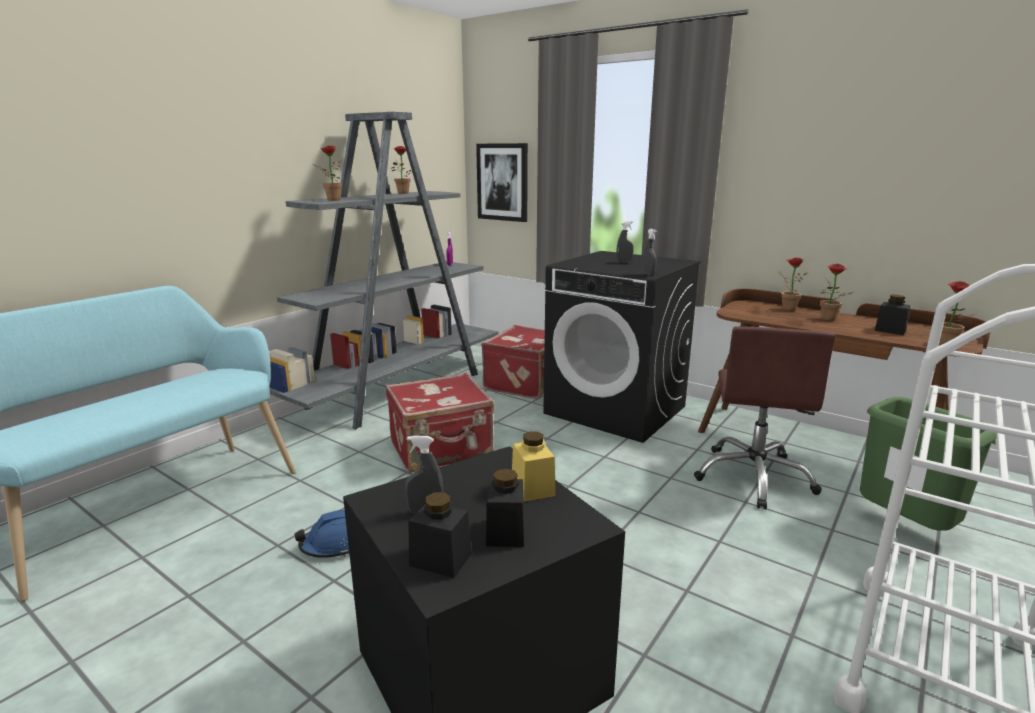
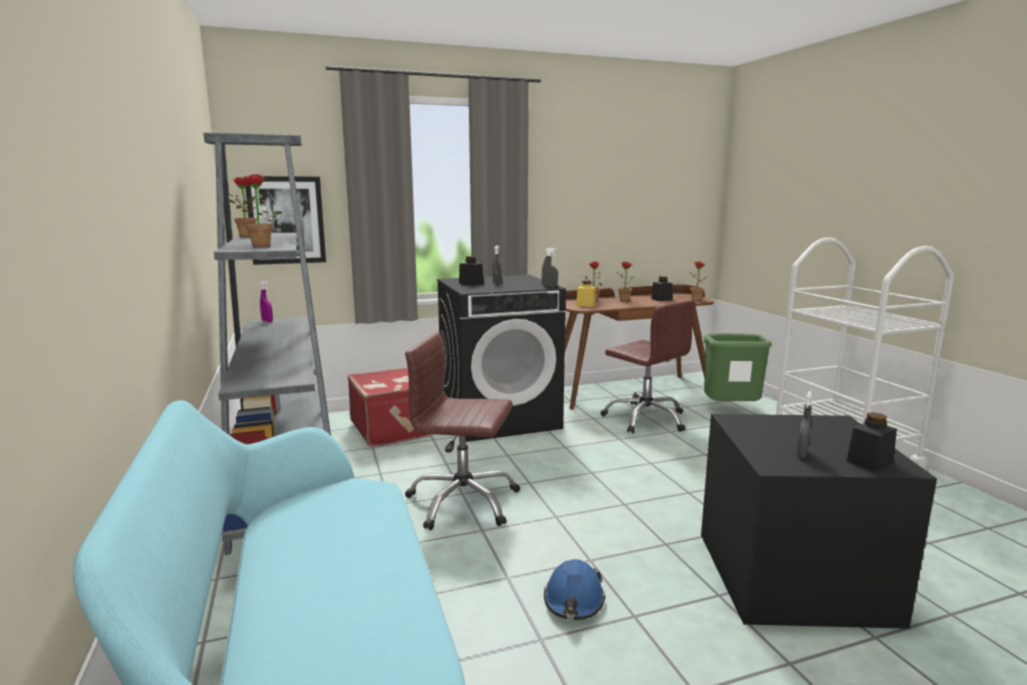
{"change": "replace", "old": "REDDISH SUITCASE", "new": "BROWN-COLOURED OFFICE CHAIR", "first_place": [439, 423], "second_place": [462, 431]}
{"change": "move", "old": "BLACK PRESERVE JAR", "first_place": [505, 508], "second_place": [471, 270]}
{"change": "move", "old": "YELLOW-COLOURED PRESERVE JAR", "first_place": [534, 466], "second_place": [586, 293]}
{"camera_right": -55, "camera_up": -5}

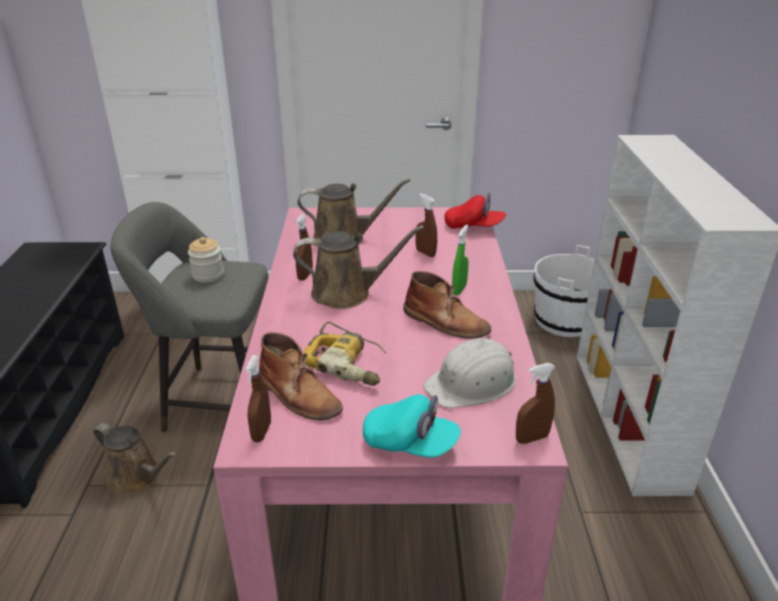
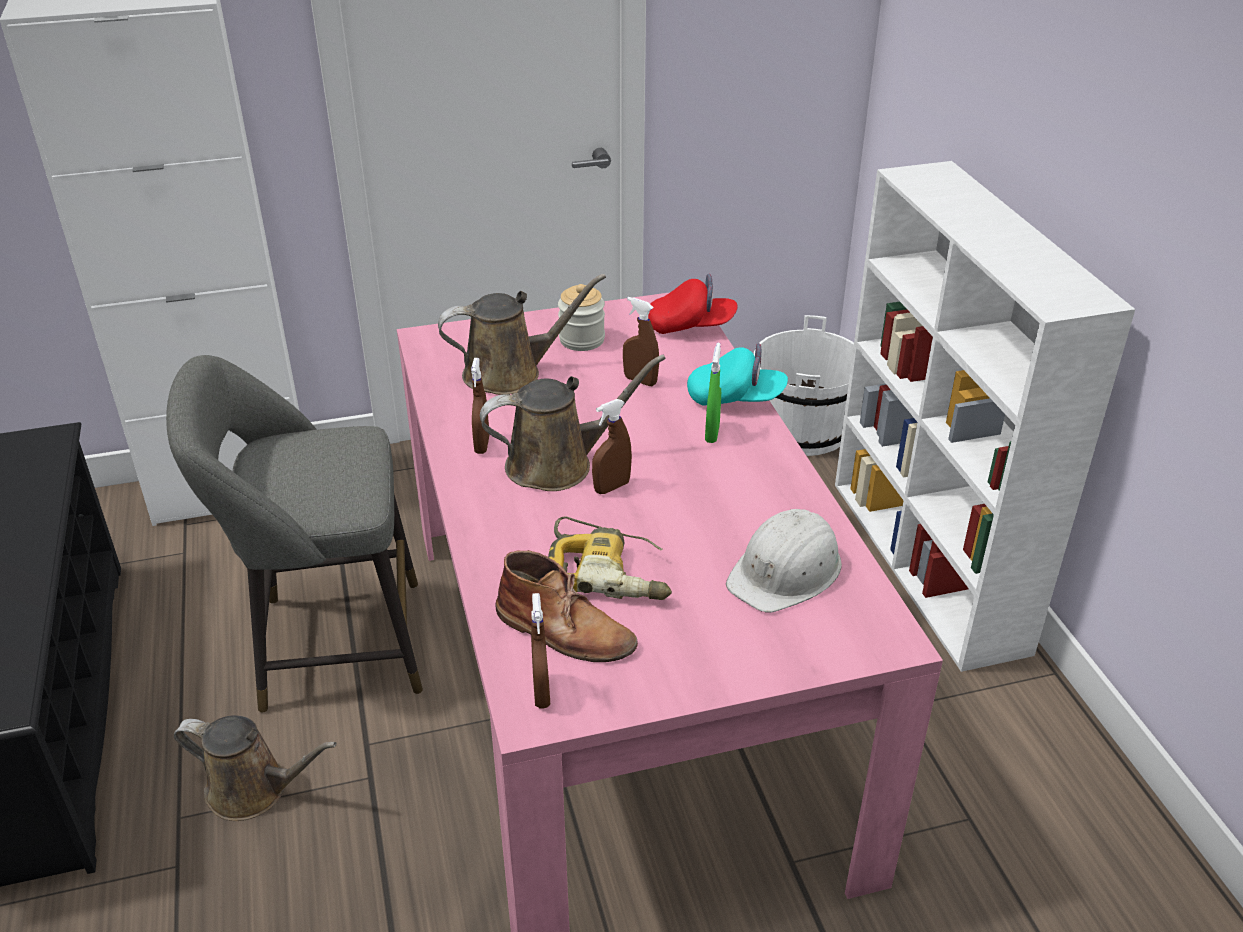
{"change": "move", "old": "PRESERVE JAR", "first_place": [206, 260], "second_place": [581, 317]}
{"change": "move", "old": "BROWN-COLOURED SPRAYER", "first_place": [535, 403], "second_place": [612, 446]}
{"change": "move", "old": "BLUE-GREEN BASEBALL CAP", "first_place": [412, 425], "second_place": [737, 374]}
{"change": "delete", "old": "BROWN-COLOURED TALL BOOT", "first_place": [447, 305]}
{"camera_right": -15, "camera_up": 5}

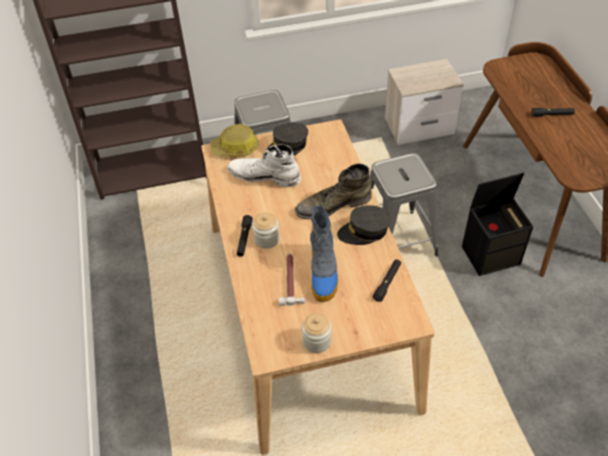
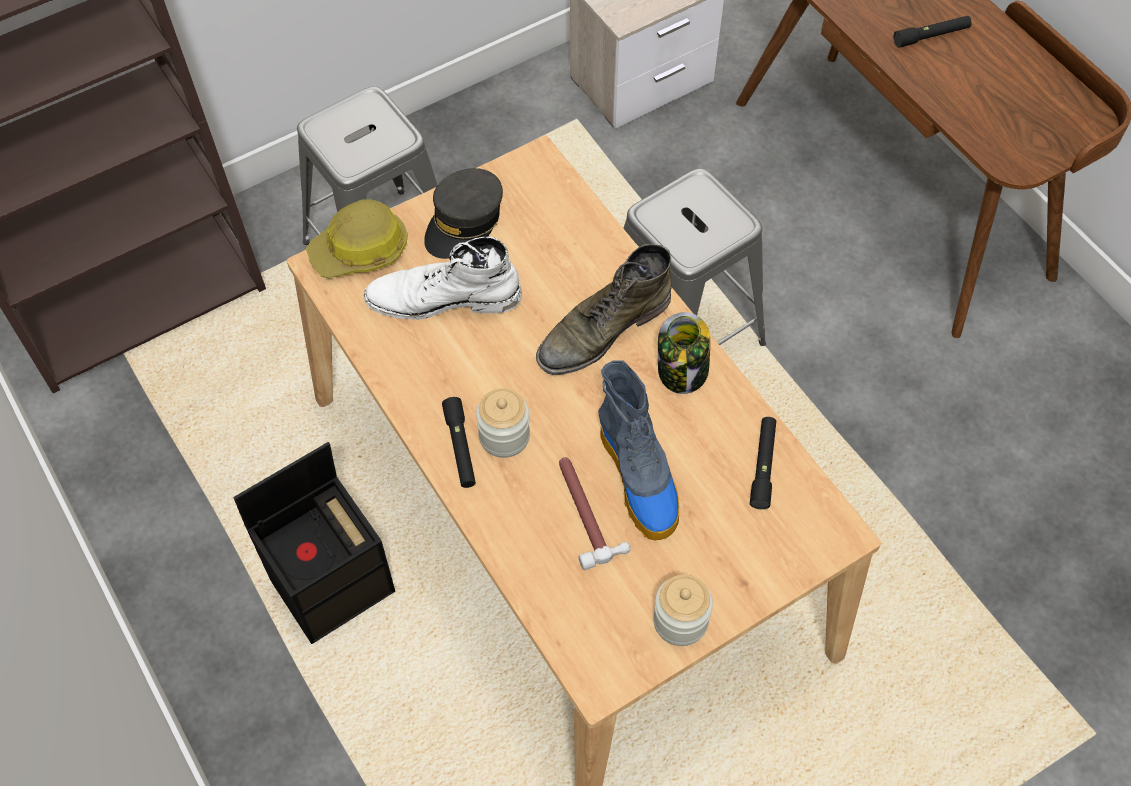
{"change": "move", "old": "BLACK STORAGE CONTAINER", "first_place": [497, 224], "second_place": [314, 543]}
{"change": "replace", "old": "GREYISH BASEBALL CAP", "new": "PRESERVE JAR", "first_place": [364, 225], "second_place": [684, 353]}
{"camera_right": -20, "camera_up": 10}

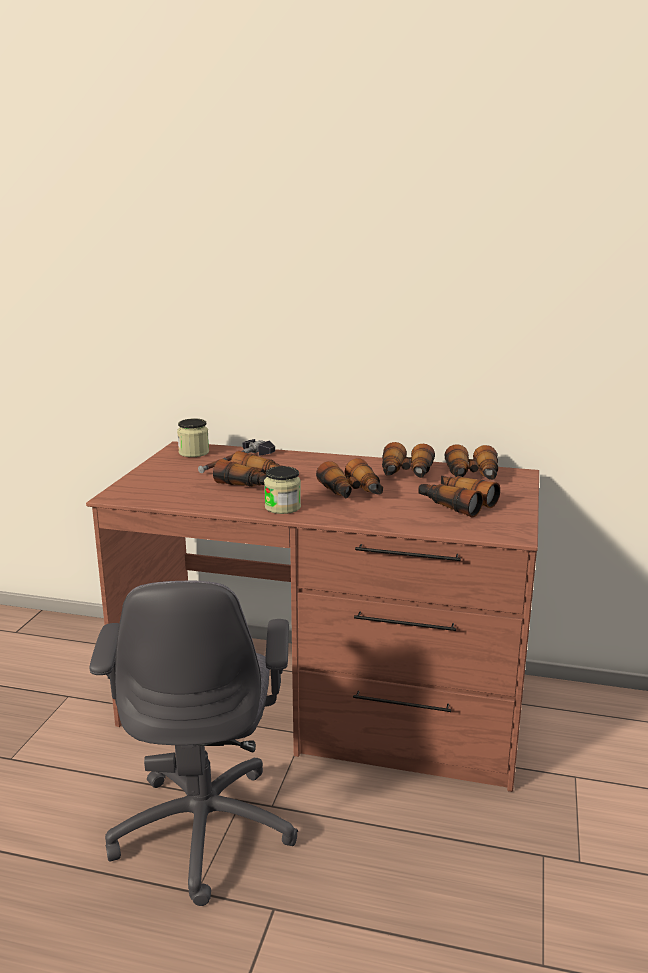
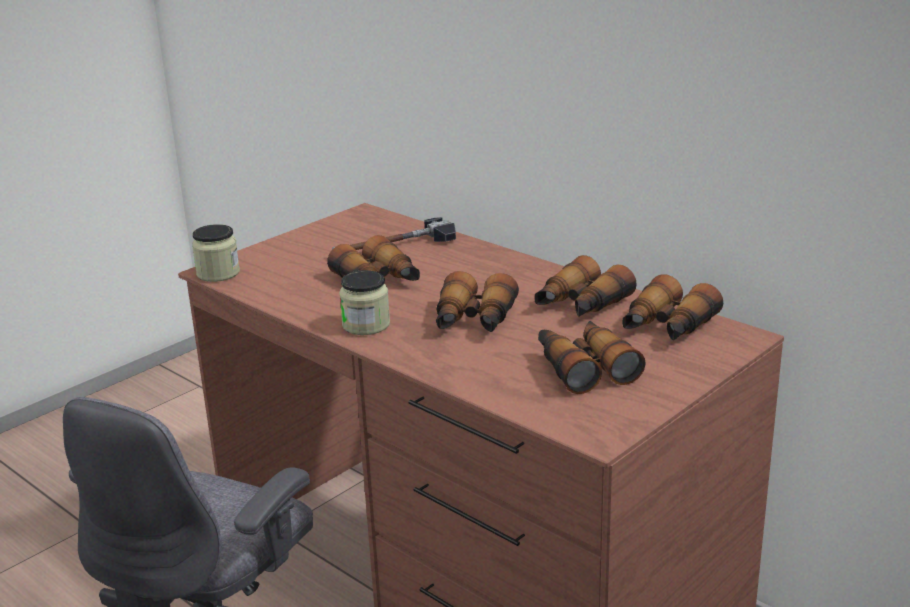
{"change": "move", "old": "PRESERVE JAR", "first_place": [193, 437], "second_place": [216, 253]}
{"camera_right": 30, "camera_up": 5}

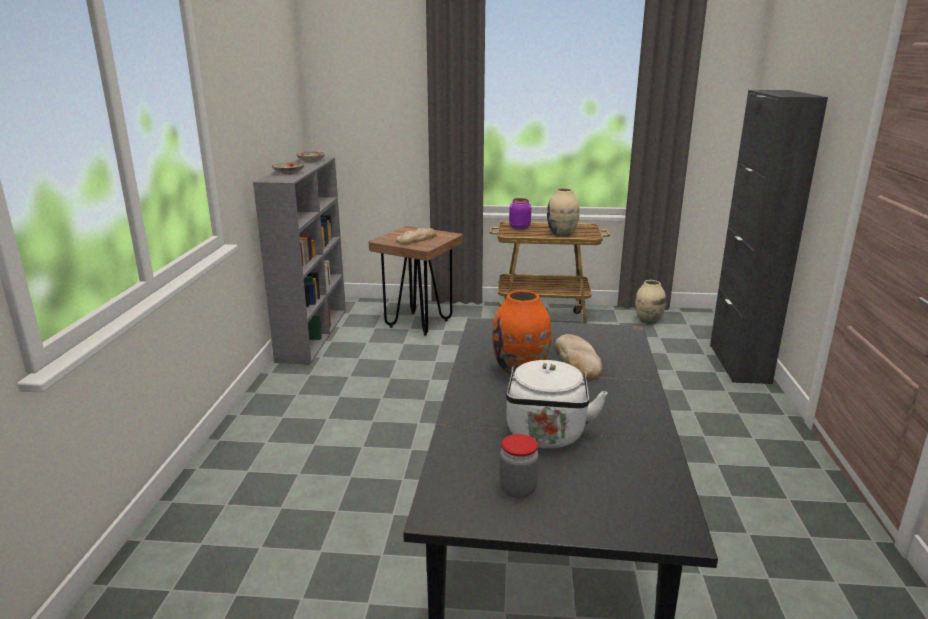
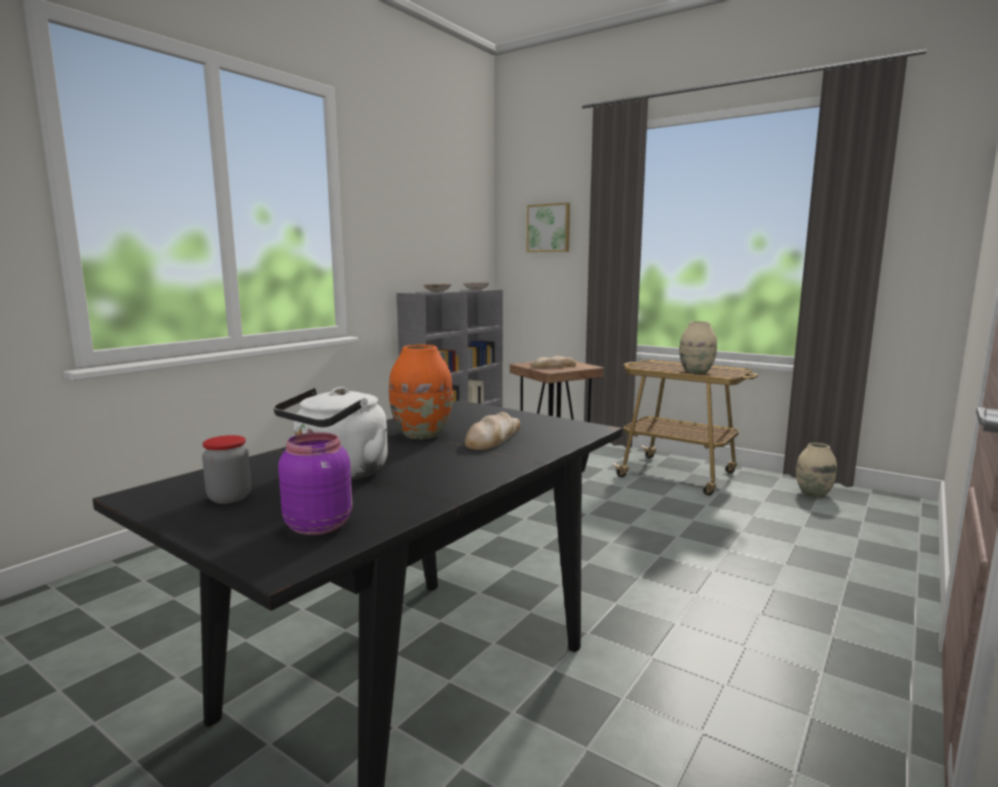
{"change": "move", "old": "PURPLE-COLOURED PRESERVE JAR", "first_place": [520, 214], "second_place": [315, 483]}
{"change": "insert", "new": "WALL ART", "second_place": [548, 227]}
{"change": "delete", "old": "BLACK CABINET", "first_place": [769, 237]}
{"camera_right": 30, "camera_up": -10}

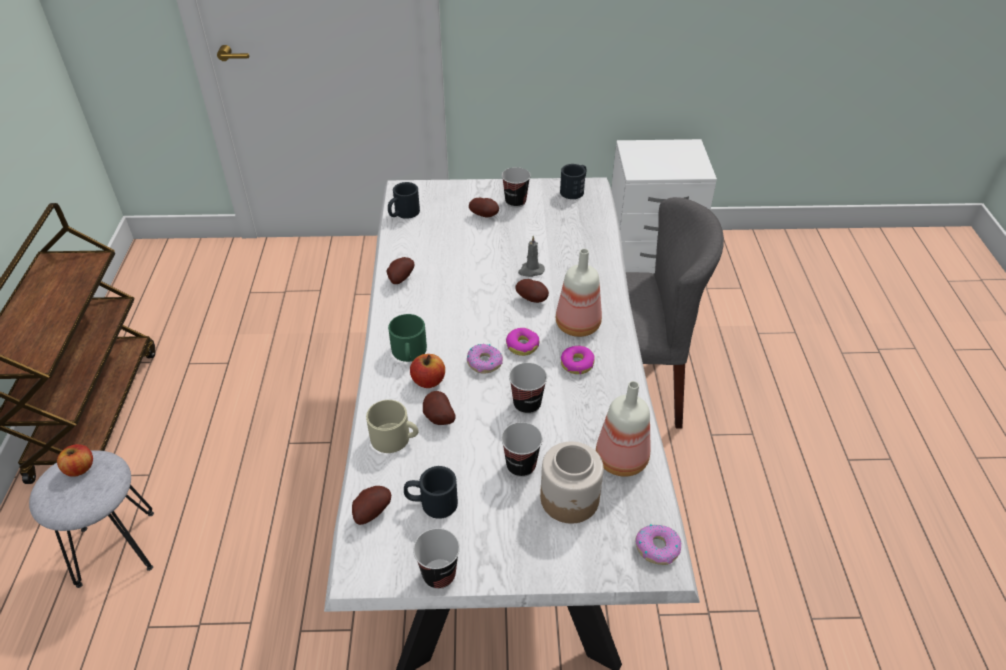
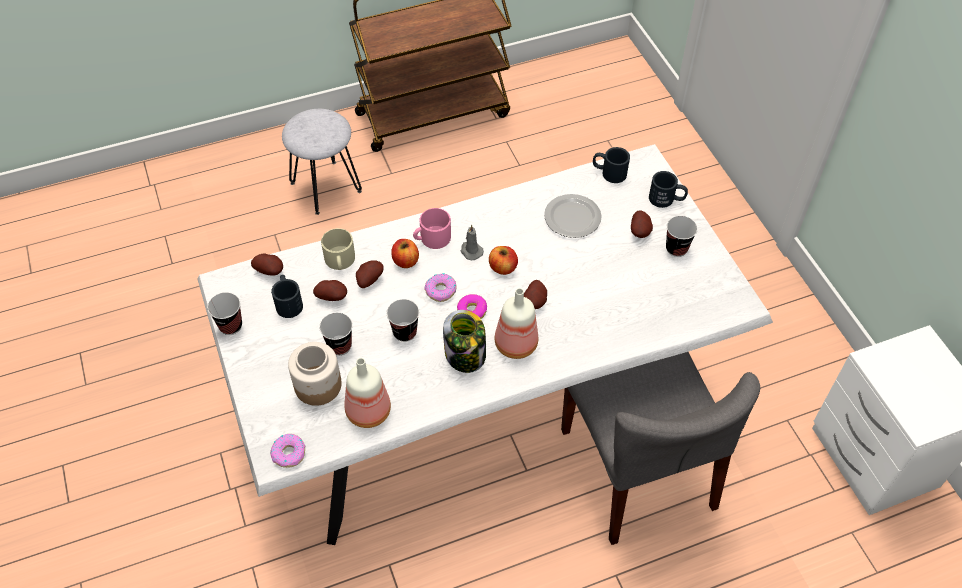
{"change": "move", "old": "SPUD", "first_place": [401, 270], "second_place": [330, 290]}
{"change": "recolor", "old": "GREEN MUG", "new": "PINKISH MUG", "first_place": [407, 338], "second_place": [432, 228]}
{"change": "replace", "old": "DOUGHNUT", "new": "PRESERVE JAR", "first_place": [577, 360], "second_place": [464, 341]}
{"change": "move", "old": "GREYISH WAX CANDLE", "first_place": [531, 256], "second_place": [472, 242]}
{"change": "move", "old": "APPLE", "first_place": [75, 460], "second_place": [503, 260]}
{"change": "insert", "new": "DINNER PLATE", "second_place": [573, 216]}
{"change": "move", "old": "BLACK MUG", "first_place": [573, 181], "second_place": [668, 189]}
{"camera_right": 70, "camera_up": 10}

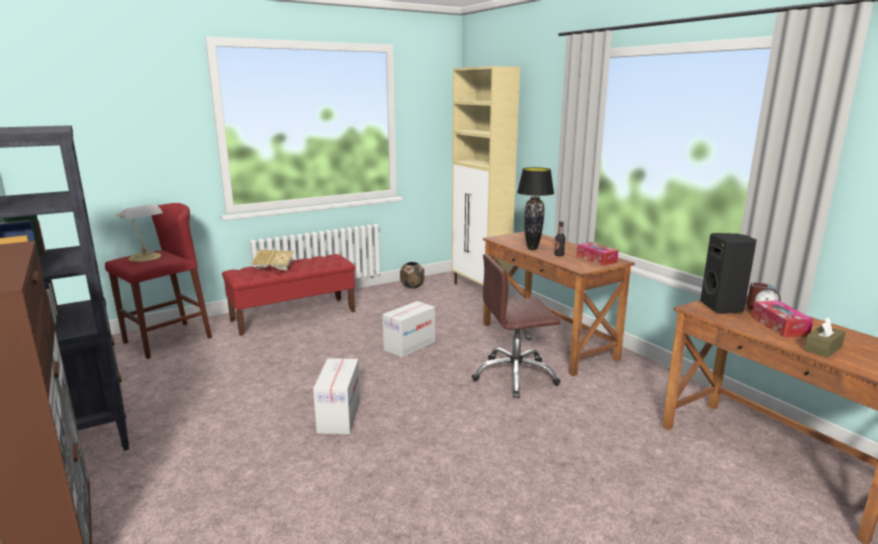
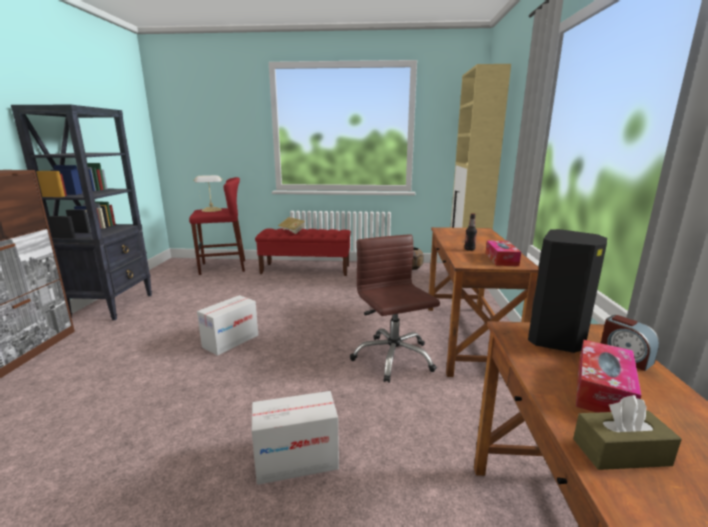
{"change": "move", "old": "CARTON", "first_place": [409, 329], "second_place": [295, 438]}
{"change": "rotate", "old": "BROWN-COLOURED OFFICE CHAIR", "first_place": [516, 326], "second_place": [395, 308], "degrees": 45}
{"change": "delete", "old": "BLACK LAMP FOR A TABLE", "first_place": [535, 208]}
{"camera_right": 35, "camera_up": 0}

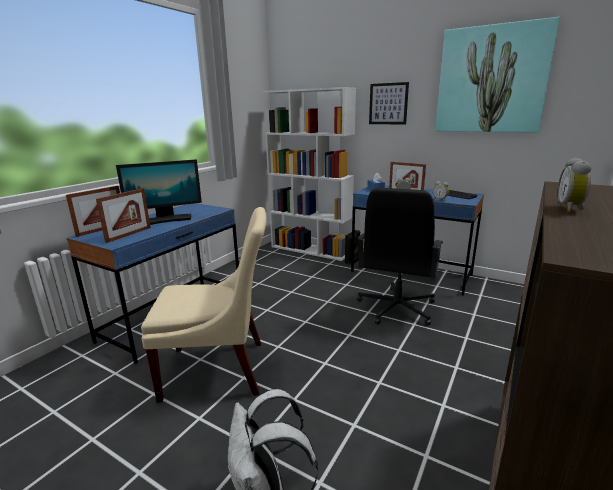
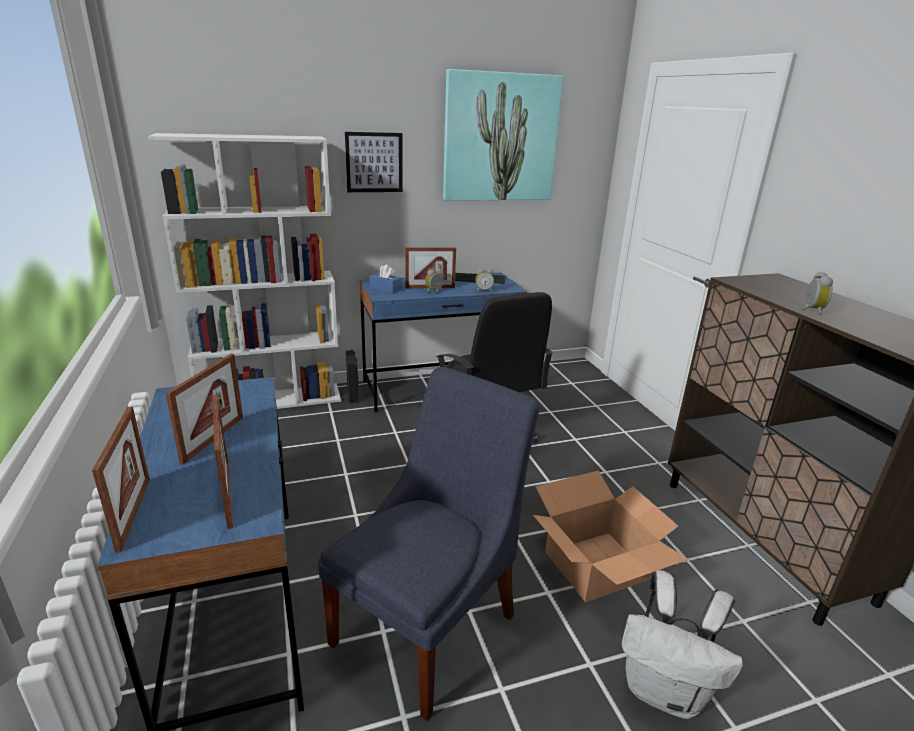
{"change": "replace", "old": "COMPUTER DISPLAY", "new": "STANDING FRAME", "first_place": [159, 192], "second_place": [204, 409]}
{"change": "recolor", "old": "BEIGE-COLOURED CHAIR", "new": "BLUE-COLOURED CHAIR", "first_place": [204, 305], "second_place": [429, 544]}
{"change": "insert", "new": "CARTON", "second_place": [610, 536]}
{"change": "rotate", "old": "TABLE CLOCK", "first_place": [574, 185], "second_place": [817, 293], "degrees": -135}
{"camera_right": -50, "camera_up": 5}

